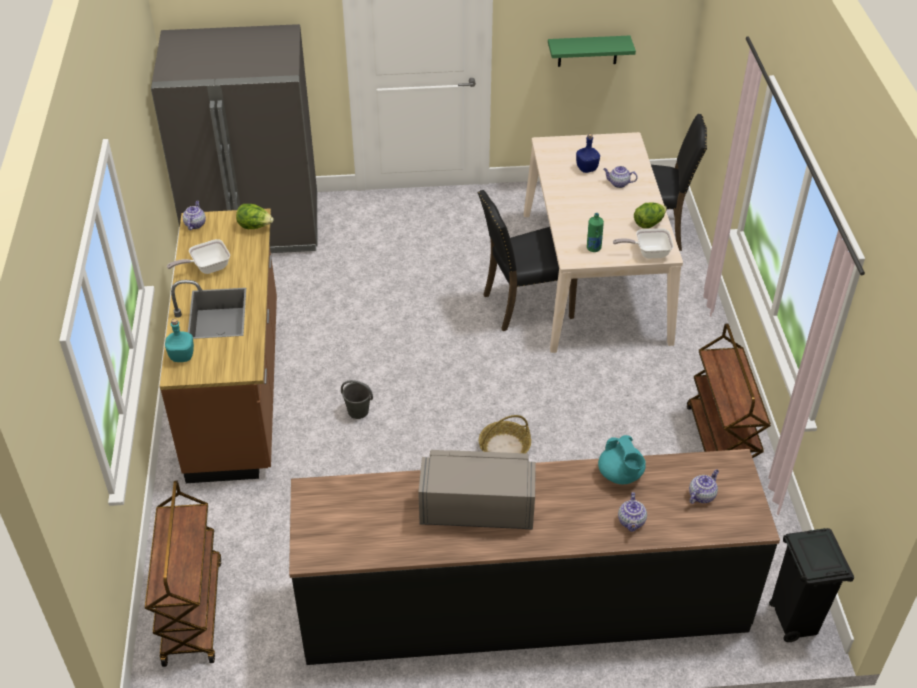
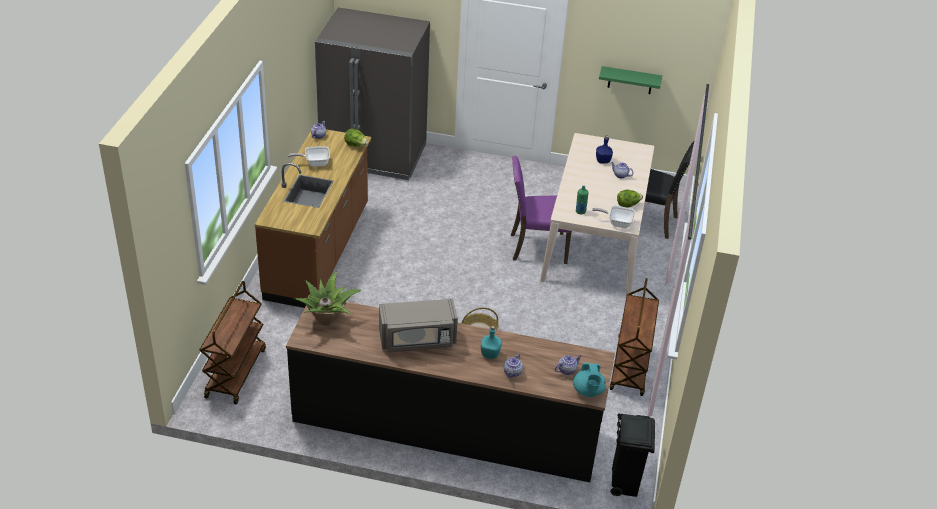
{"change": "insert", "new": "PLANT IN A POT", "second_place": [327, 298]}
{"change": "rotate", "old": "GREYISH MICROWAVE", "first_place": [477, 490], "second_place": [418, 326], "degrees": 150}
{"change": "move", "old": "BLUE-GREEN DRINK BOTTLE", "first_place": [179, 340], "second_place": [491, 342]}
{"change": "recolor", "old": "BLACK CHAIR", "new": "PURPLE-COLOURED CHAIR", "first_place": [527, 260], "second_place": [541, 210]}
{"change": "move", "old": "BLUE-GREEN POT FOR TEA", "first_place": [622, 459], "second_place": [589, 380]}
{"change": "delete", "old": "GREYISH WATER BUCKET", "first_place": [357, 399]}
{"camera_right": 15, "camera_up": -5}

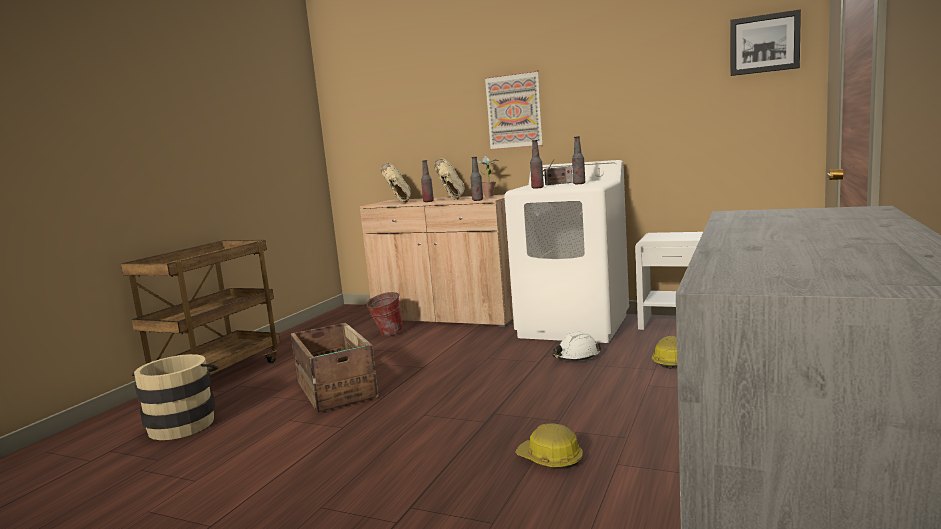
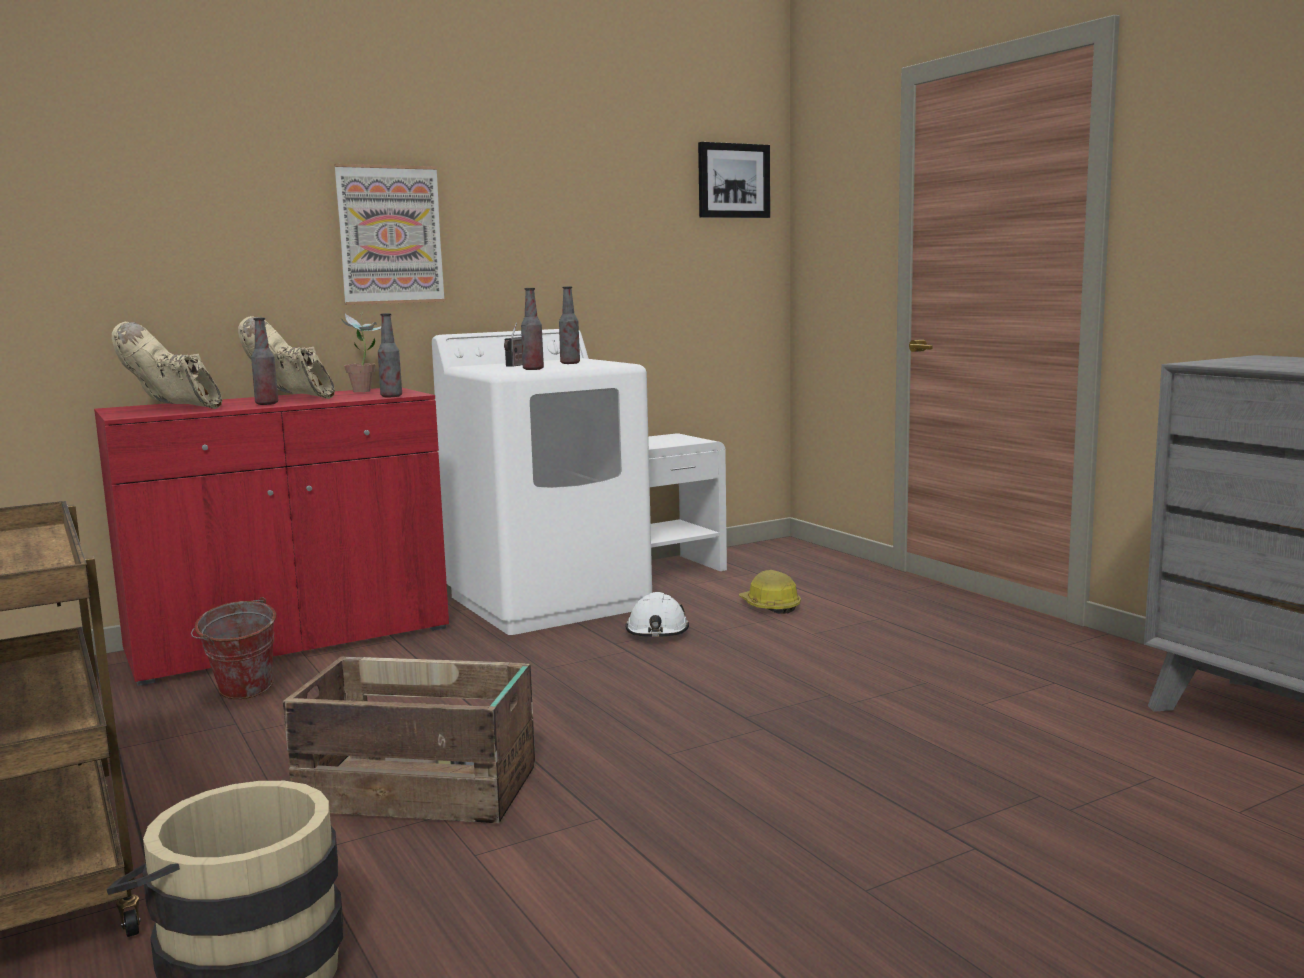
{"change": "recolor", "old": "BEIGE-COLOURED CABINET", "new": "REDDISH CABINET", "first_place": [436, 261], "second_place": [271, 537]}
{"change": "delete", "old": "WORK HELMET", "first_place": [549, 445]}
{"camera_right": -55, "camera_up": 0}

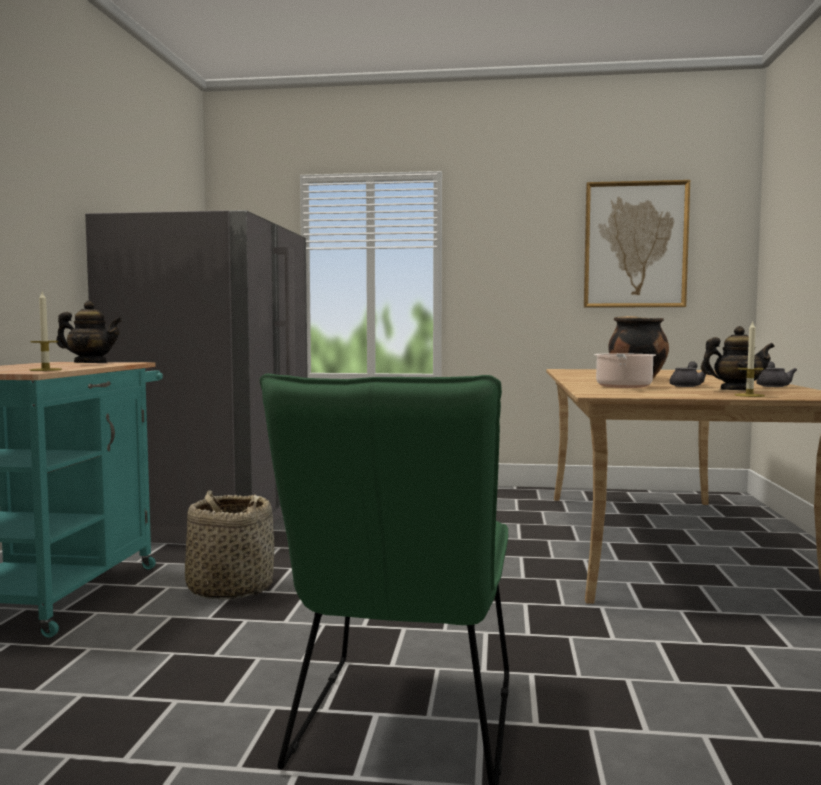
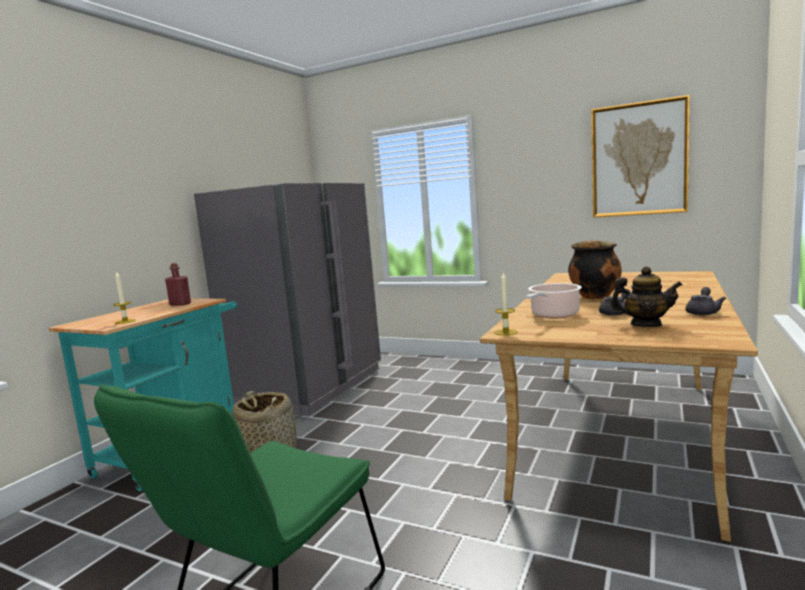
{"change": "replace", "old": "POT FOR TEA", "new": "REDDISH DRINK BOTTLE", "first_place": [89, 332], "second_place": [178, 284]}
{"change": "move", "old": "WAX CANDLE", "first_place": [750, 358], "second_place": [506, 304]}
{"camera_right": 20, "camera_up": 5}

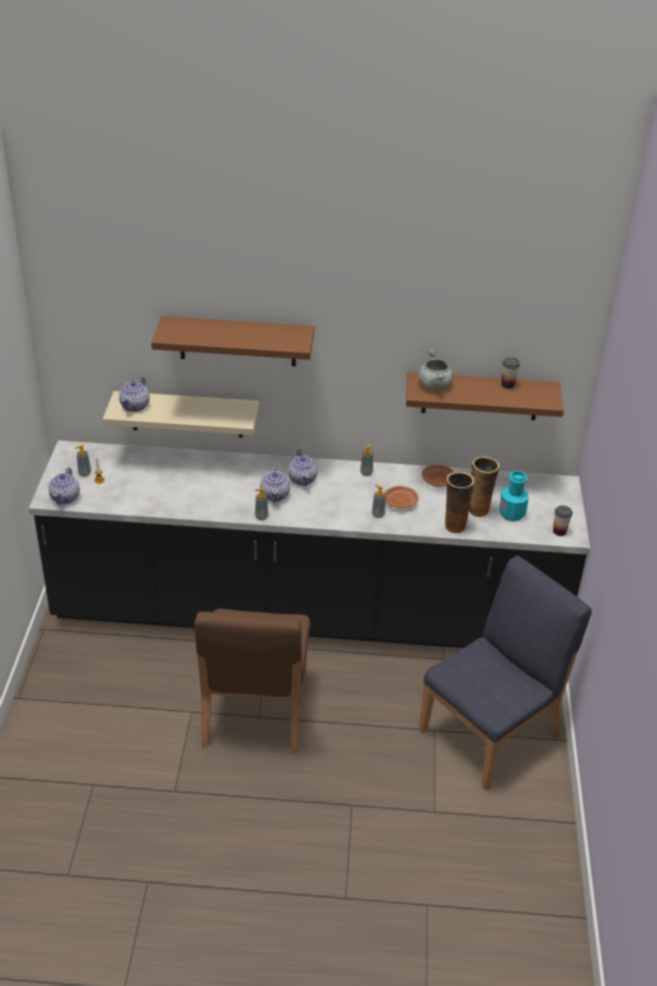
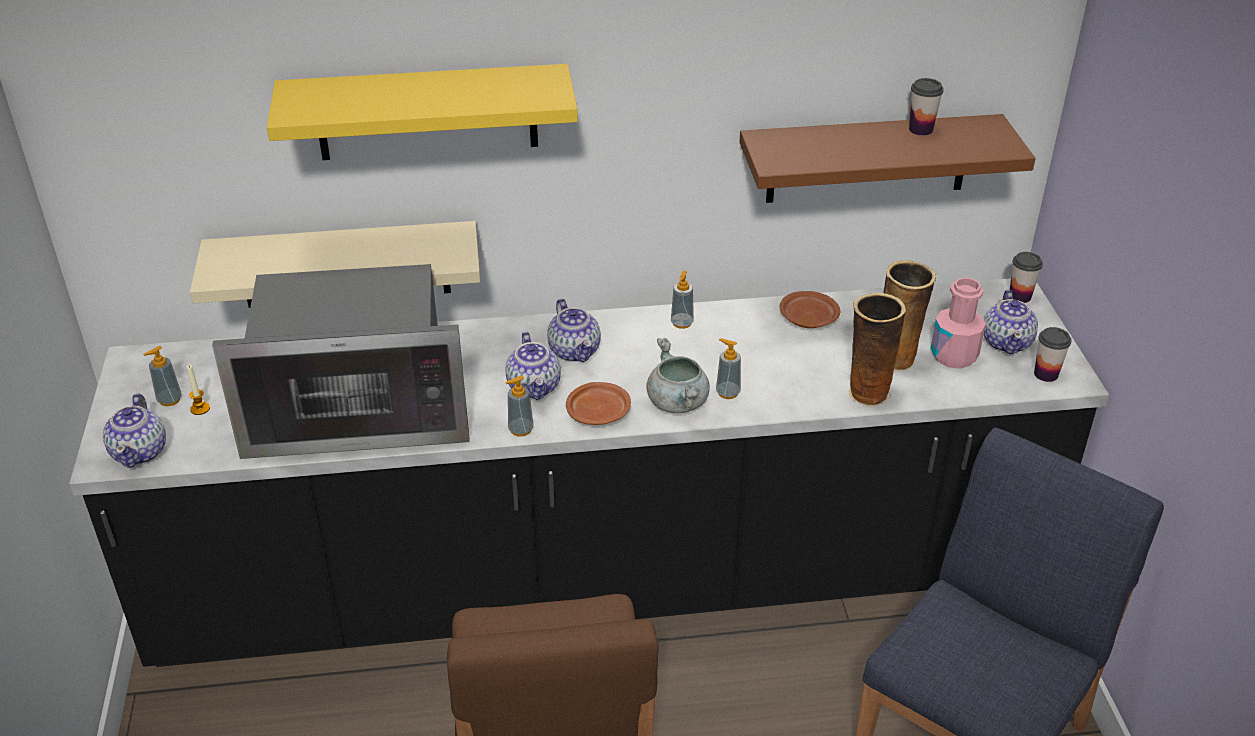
{"change": "insert", "new": "MICROWAVE", "second_place": [341, 361]}
{"change": "recolor", "old": "BROWN-COLOURED SHELF", "new": "YELLOW-COLOURED SHELF", "first_place": [233, 341], "second_place": [422, 112]}
{"change": "move", "old": "BROWN-COLOURED DINNER PLATE", "first_place": [402, 497], "second_place": [598, 403]}
{"change": "move", "old": "GREYISH STOCKPOT", "first_place": [435, 369], "second_place": [678, 375]}
{"change": "recolor", "old": "BLUE-GREEN DRINK BOTTLE", "new": "PINKISH DRINK BOTTLE", "first_place": [514, 496], "second_place": [958, 323]}
{"change": "move", "old": "POT FOR TEA", "first_place": [134, 394], "second_place": [1011, 322]}
{"change": "insert", "new": "DRINKING CUP", "second_place": [1026, 277]}
{"camera_right": -10, "camera_up": 0}

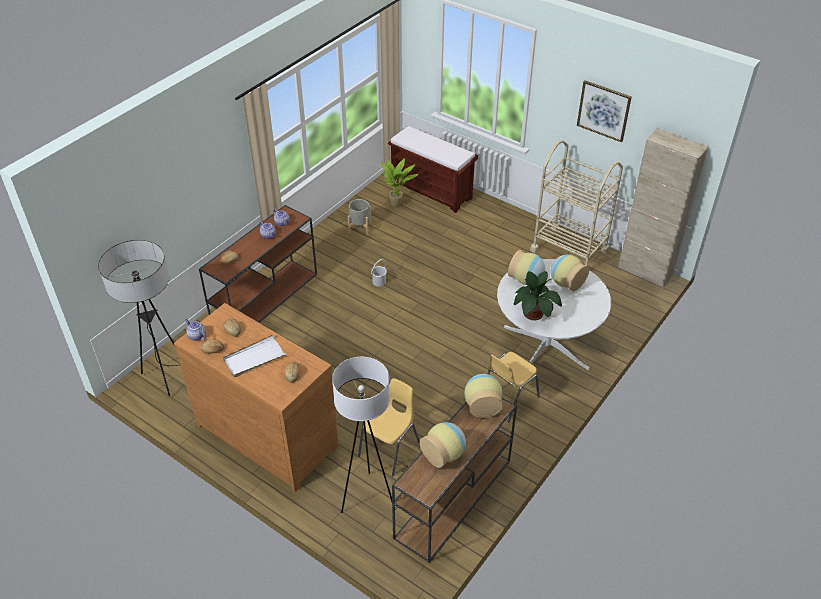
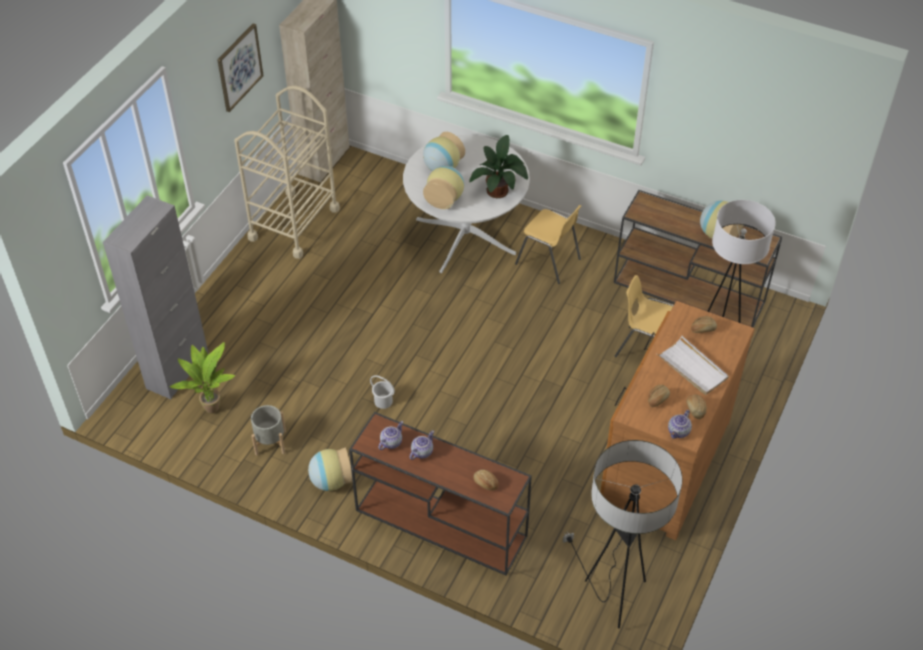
{"change": "replace", "old": "BROWN-COLOURED INDOOR BENCH", "new": "GREYISH CABINET", "first_place": [433, 169], "second_place": [155, 297]}
{"change": "move", "old": "VASE", "first_place": [483, 396], "second_place": [330, 469]}
{"camera_right": -100, "camera_up": 5}

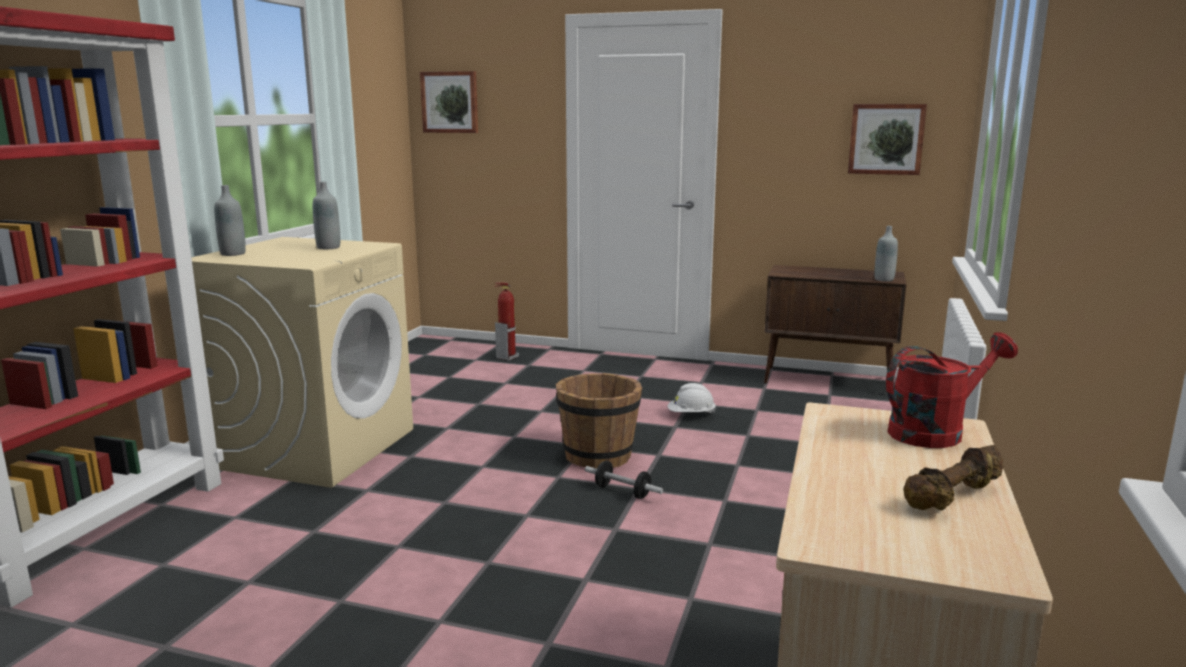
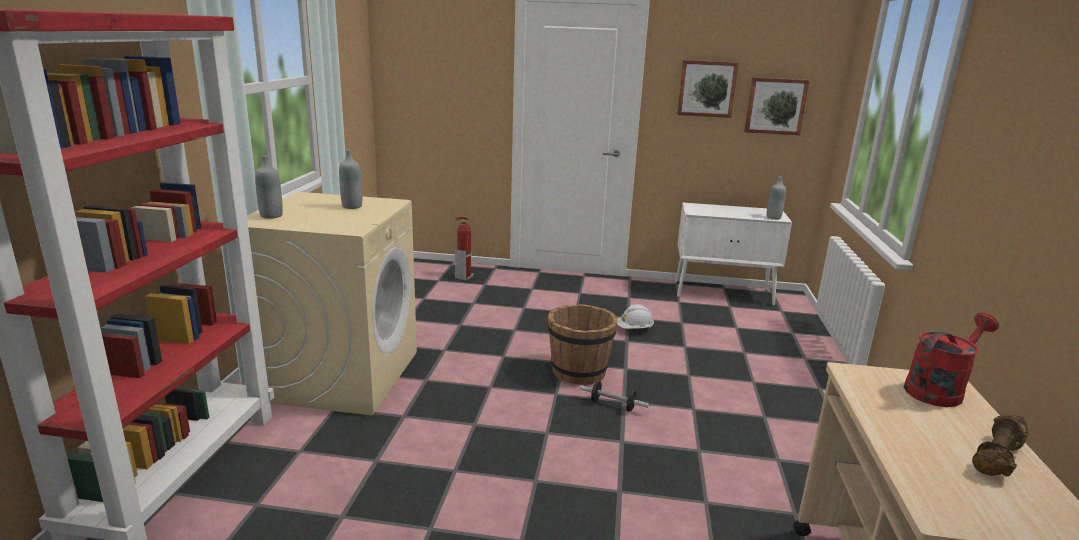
{"change": "recolor", "old": "BROWN-COLOURED CABINET", "new": "WHITE-COLOURED CABINET", "first_place": [835, 324], "second_place": [733, 254]}
{"change": "move", "old": "WALL ART", "first_place": [449, 102], "second_place": [708, 89]}
{"camera_right": -10, "camera_up": 5}

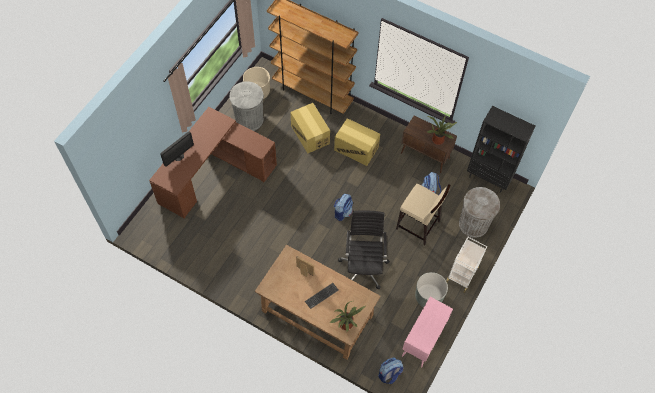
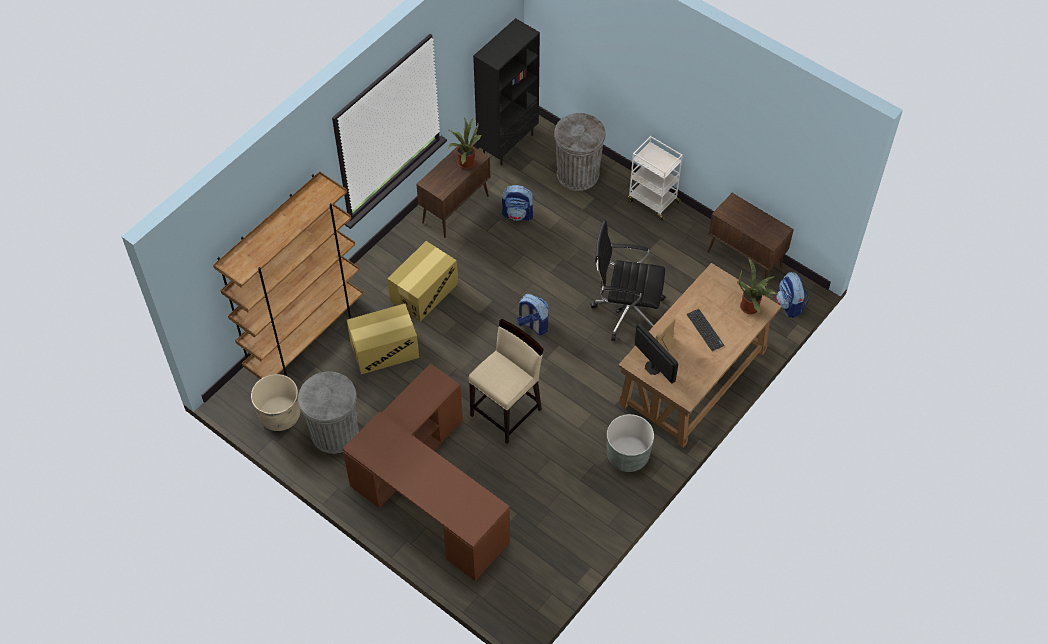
{"change": "move", "old": "BEIGE-COLOURED SITTING STOOL", "first_place": [423, 214], "second_place": [506, 381]}
{"change": "move", "old": "GREYISH PLANT POT", "first_place": [431, 289], "second_place": [630, 443]}
{"change": "move", "old": "COMPUTER DISPLAY", "first_place": [177, 149], "second_place": [656, 353]}
{"change": "recolor", "old": "PINKISH CABINET", "new": "BROWN-COLOURED CABINET", "first_place": [427, 332], "second_place": [751, 240]}
{"camera_right": -80, "camera_up": -5}

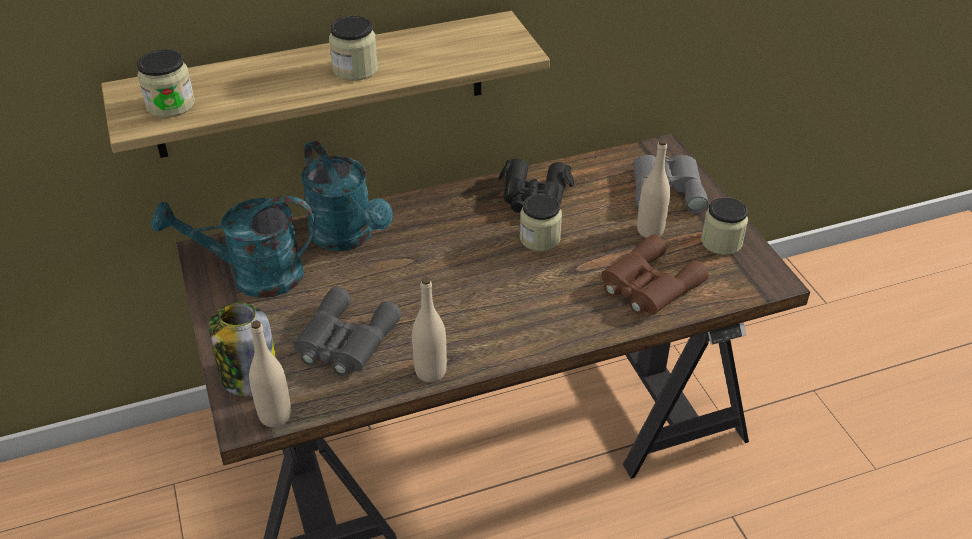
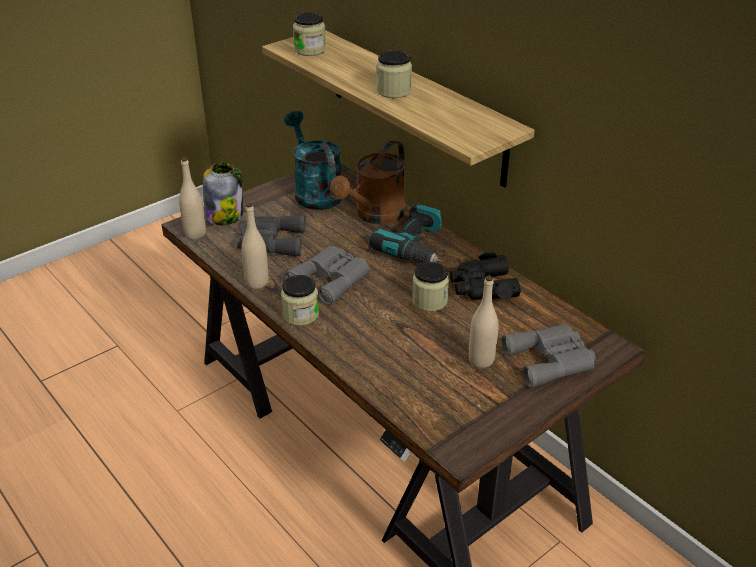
{"change": "move", "old": "PRESERVE JAR", "first_place": [724, 226], "second_place": [300, 300]}
{"change": "insert", "new": "GREYISH BINOCULARS", "second_place": [327, 275]}
{"change": "recolor", "old": "BLUE-GREEN WATERING POT", "new": "BROWN-COLOURED WATERING POT", "first_place": [347, 195], "second_place": [368, 182]}
{"change": "insert", "new": "POWER DRILL", "second_place": [406, 233]}
{"change": "delete", "old": "BROWN-COLOURED BINOCULARS", "first_place": [654, 274]}
{"camera_right": 70, "camera_up": -5}

